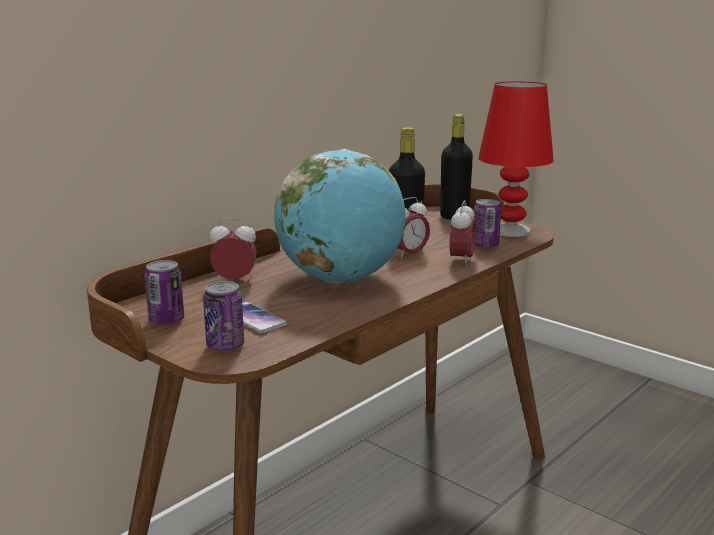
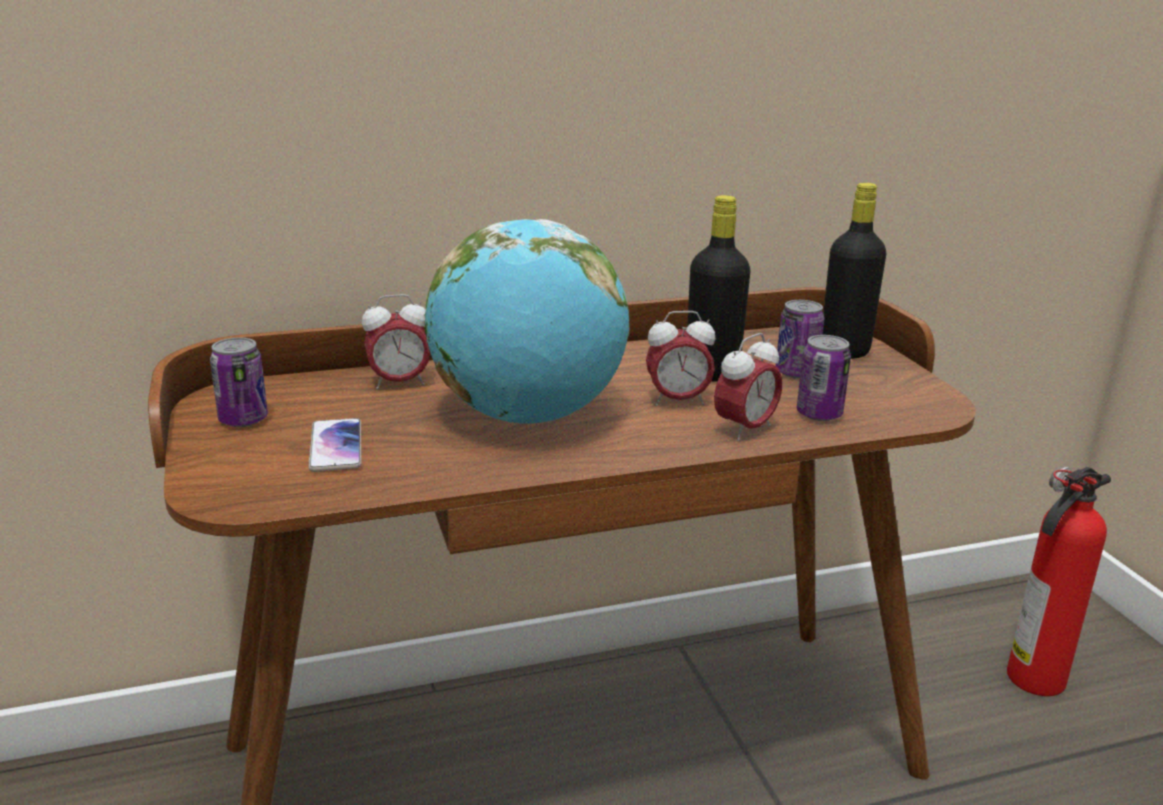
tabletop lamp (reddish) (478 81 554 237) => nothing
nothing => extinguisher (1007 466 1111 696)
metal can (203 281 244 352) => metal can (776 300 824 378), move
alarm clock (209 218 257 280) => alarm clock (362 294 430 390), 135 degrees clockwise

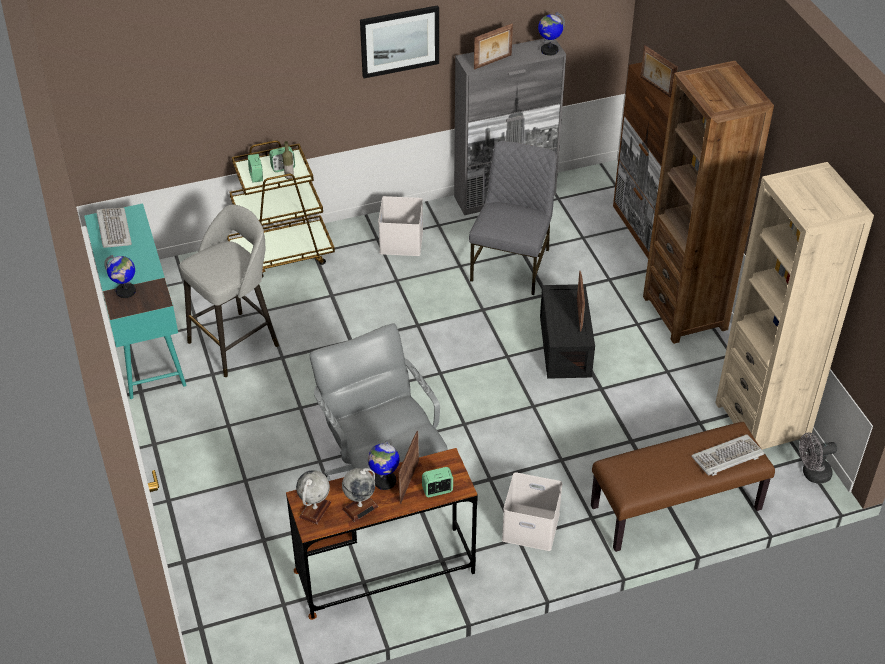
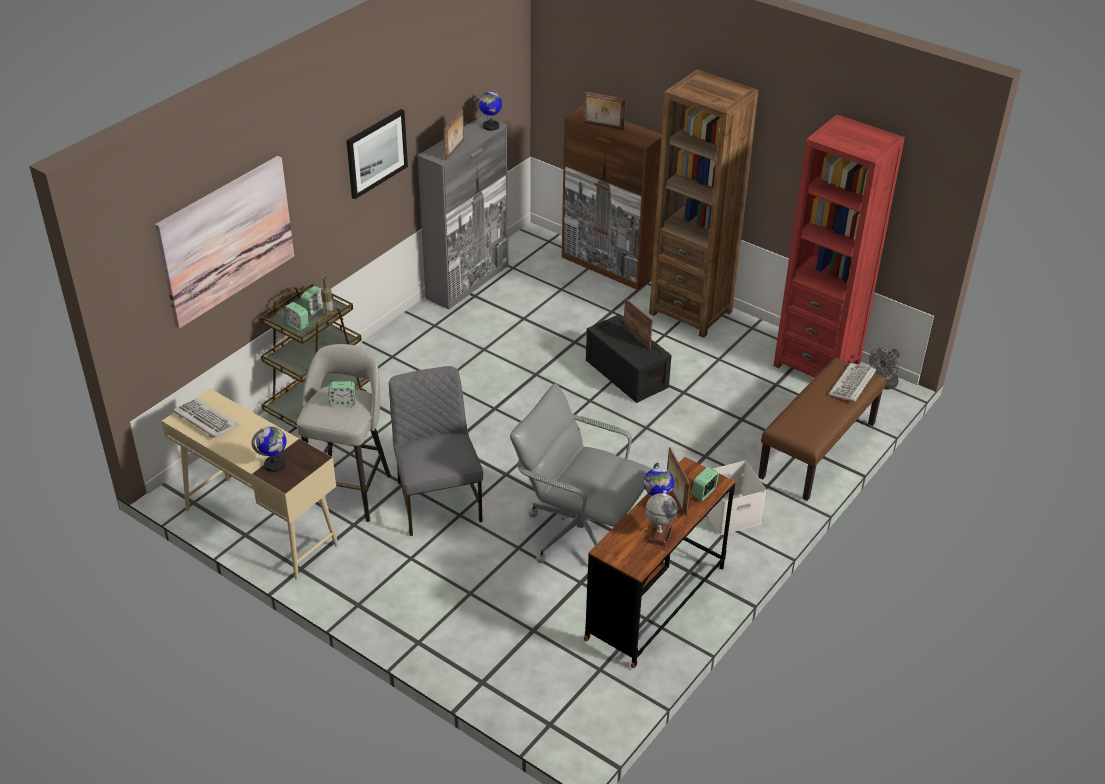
globe (296 470 331 524) => nothing
storage box (white) (378 196 423 256) => nothing
nothing => picture (155 156 294 328)
nothing => alarm clock (328 381 356 407)
upright chair (gray) (469 141 557 295) => upright chair (gray) (389 366 483 536), move
desk (turquoise-coloured) (84 203 186 399) => desk (beige) (162 388 339 580)
bookshelf (beige) (715 162 874 450) => bookshelf (reddish) (773 115 905 378)

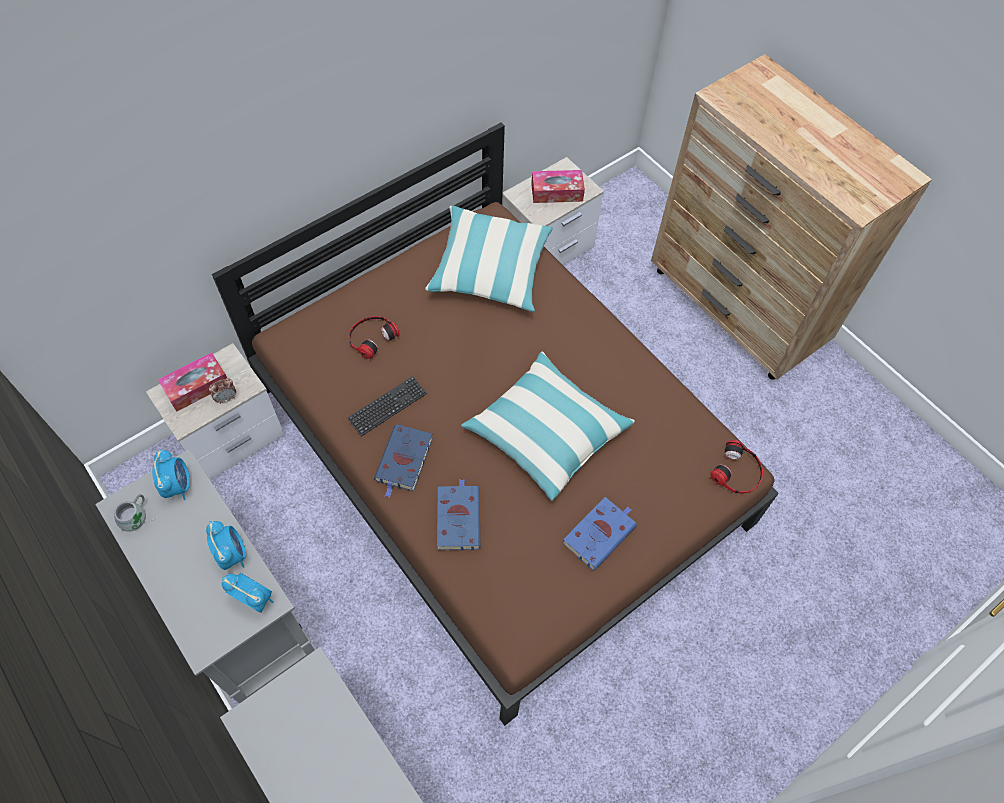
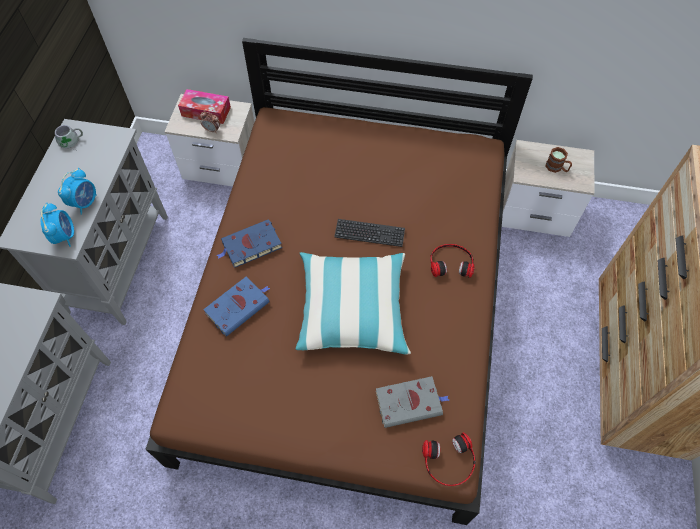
alarm clock (152 449 190 500) => nothing
throw pillow (425 206 552 312) => nothing
book (blue-coloured) (563 497 637 571) => nothing
nothing => book (gray) (375 376 449 428)
keyboard (347 376 427 436) => keyboard (334 219 405 247), move
headset (349 316 400 359) => headset (430 244 475 278), move
tissue holder (531 170 585 203) => coffee mug (brown-coloured) (545 147 572 173)

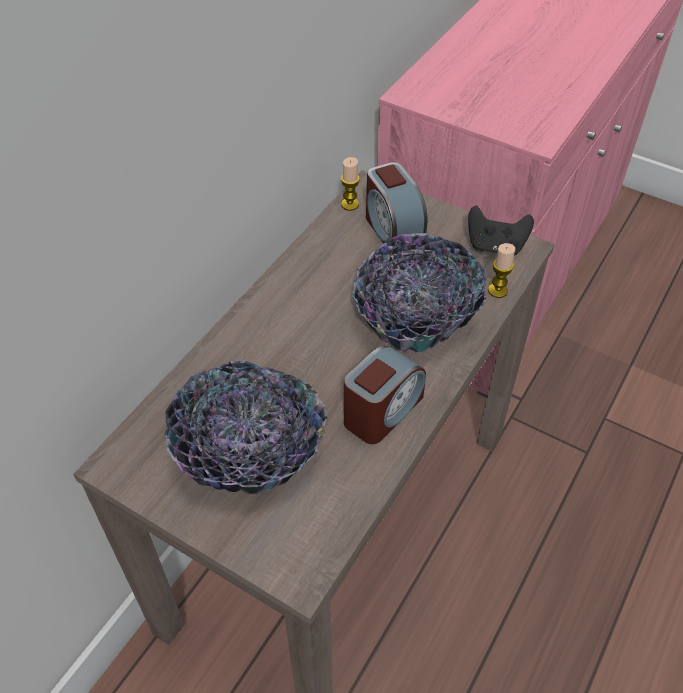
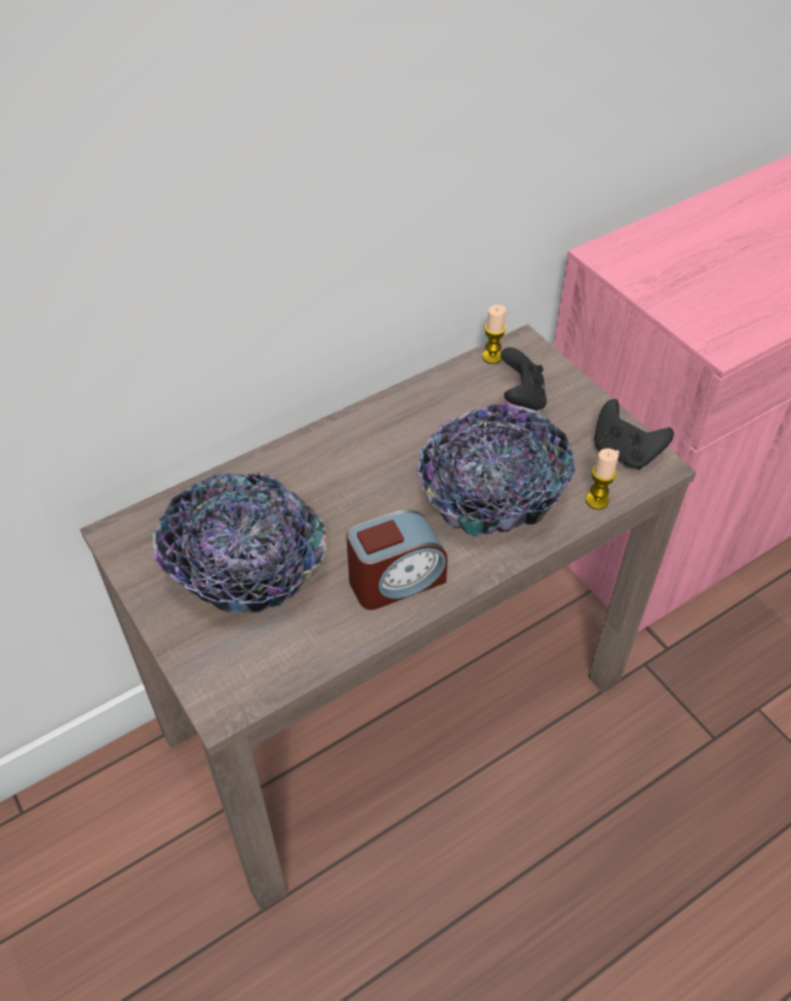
alarm clock (366 162 427 244) => gamepad (blackish) (501 347 547 411)

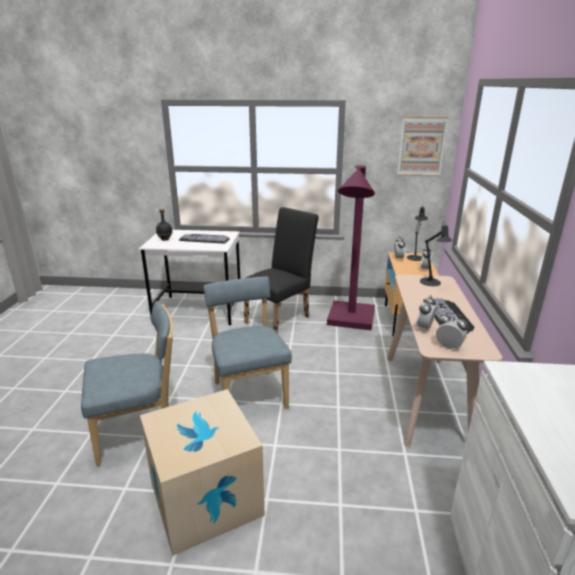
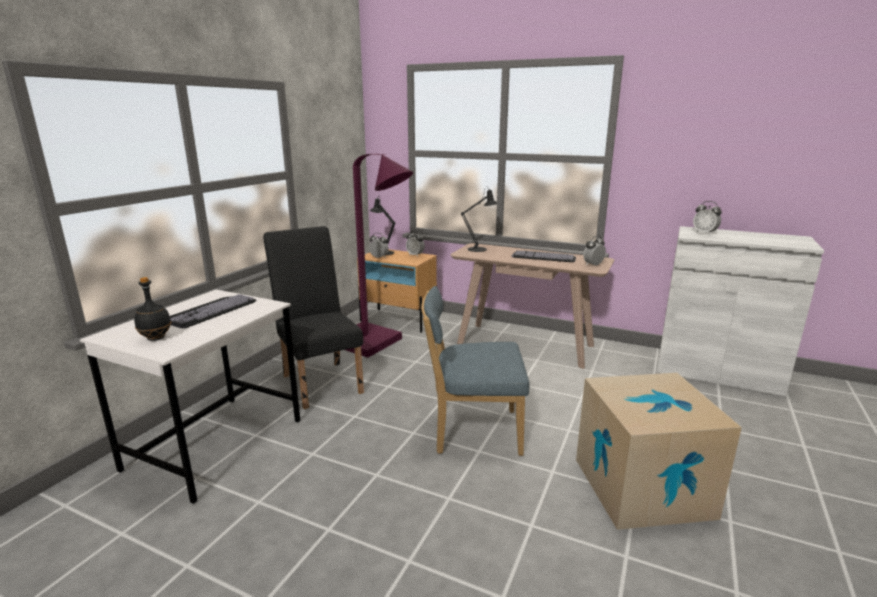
upright chair (blue-coloured) (81 301 173 466) => nothing
picture (397 117 449 176) => nothing
alarm clock (416 295 437 330) => alarm clock (693 201 722 235), move

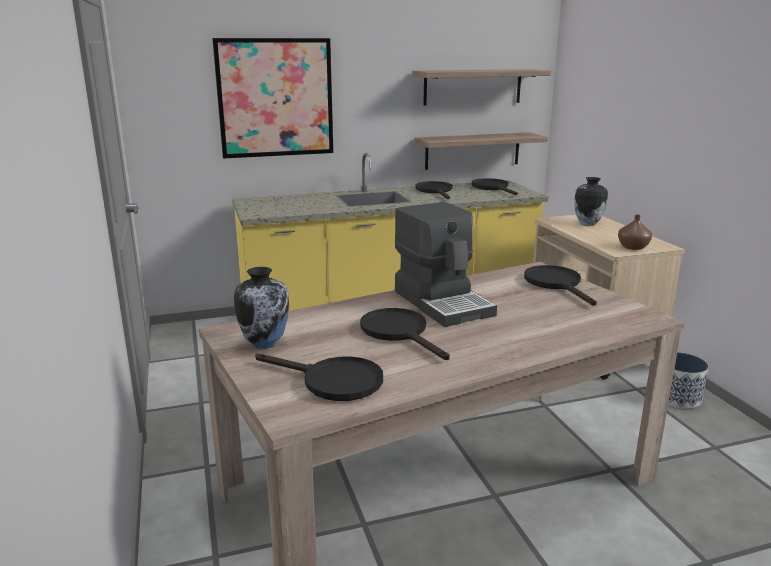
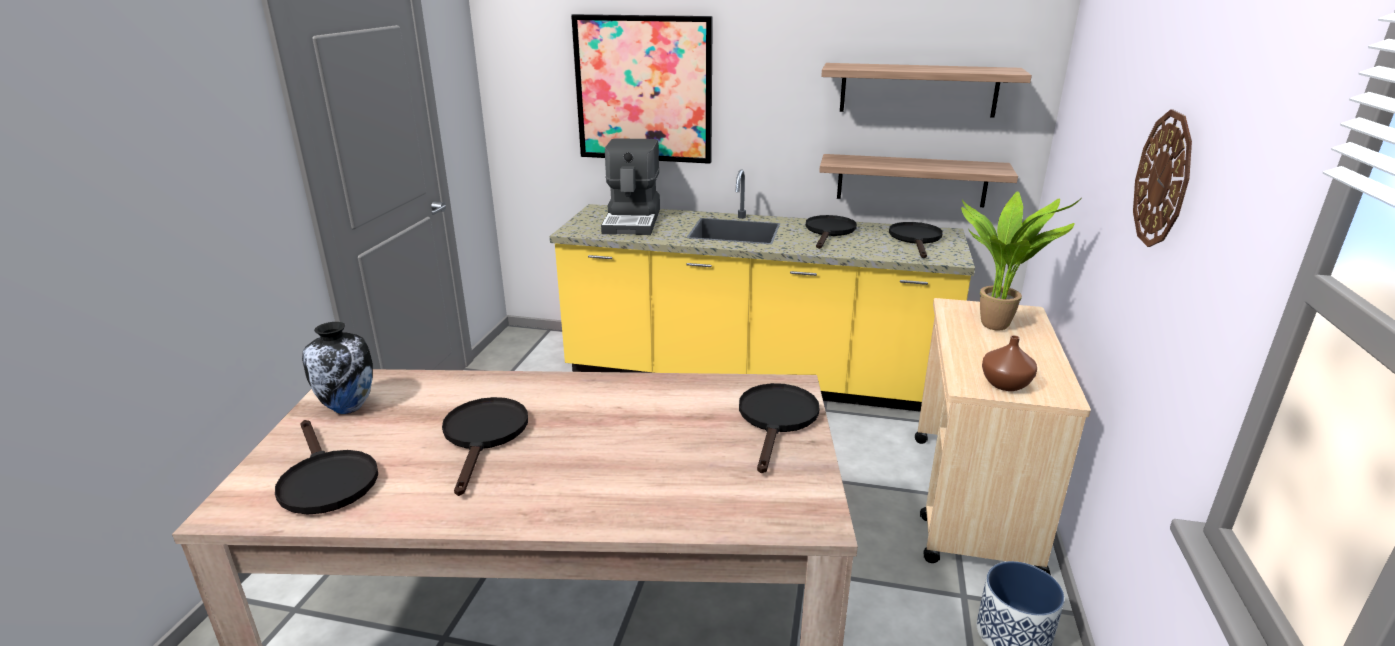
nothing => clock on the wall (1133 109 1192 247)
coffee brewer (395 202 497 327) => coffee brewer (601 138 660 235), move
vase (574 177 608 226) => houseplant (961 191 1082 331)

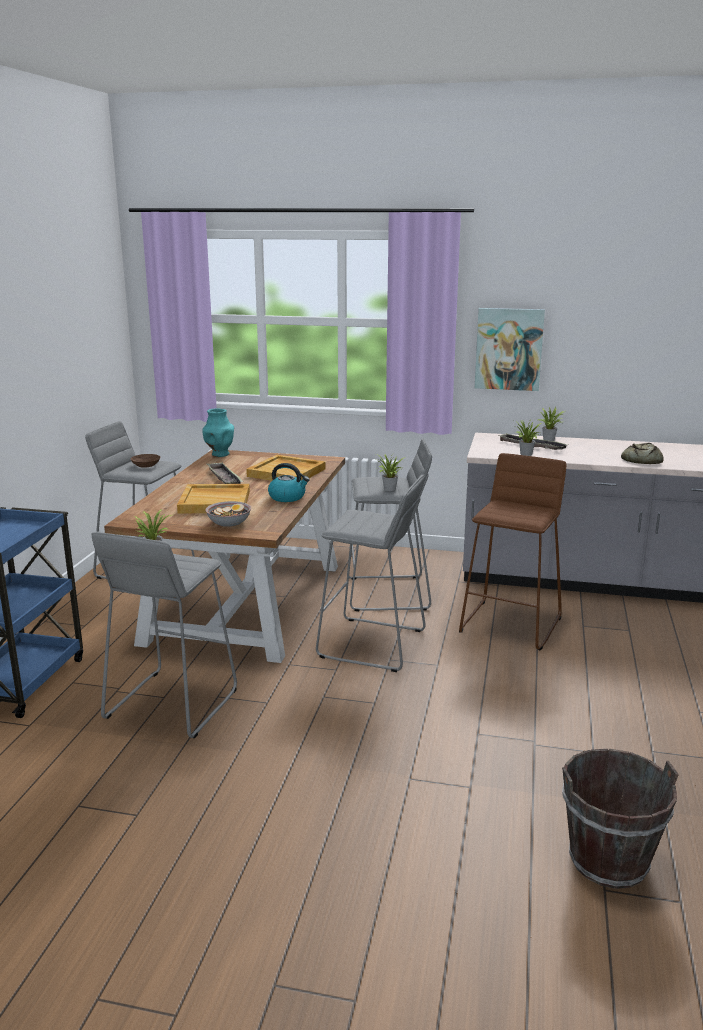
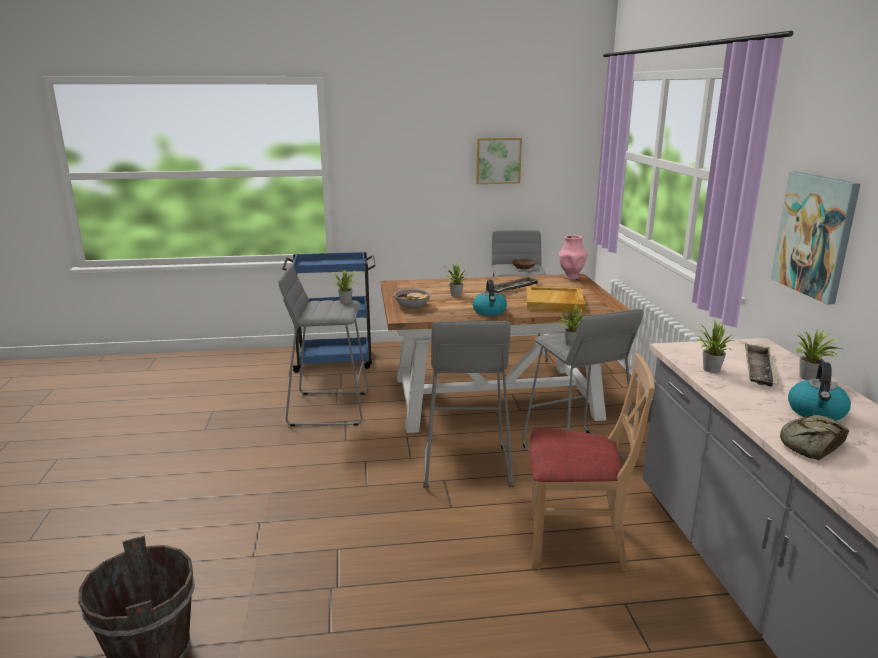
nothing => picture (476 138 522 184)
nothing => tea kettle (788 362 851 421)
tray (beige) (177 484 250 513) => houseplant (444 263 466 297)
stool seat (brown-coloured) (459 453 566 650) => upright chair (beige) (530 353 655 571)
vase (turquoise-coloured) (202 408 234 457) => vase (pink-coloured) (559 235 587 280)

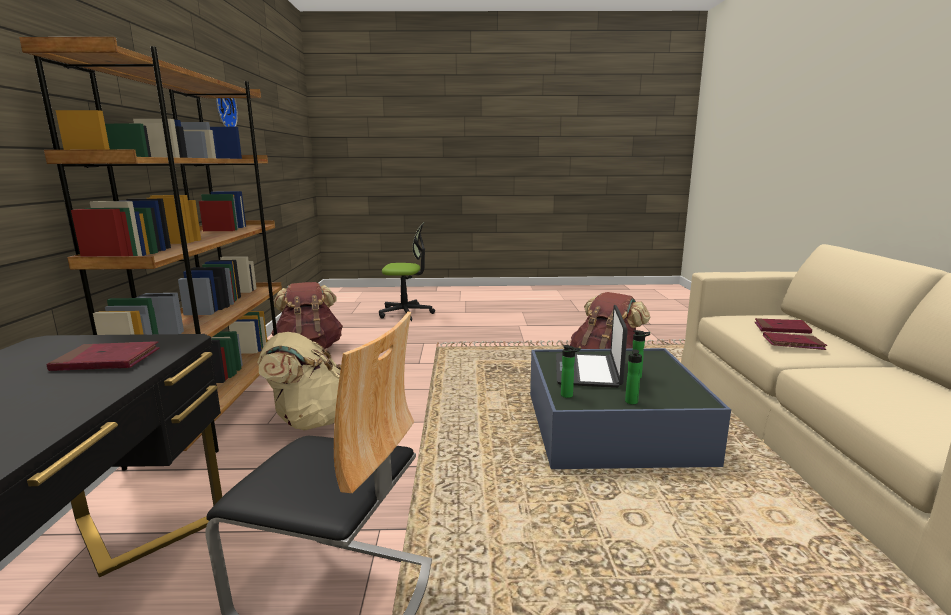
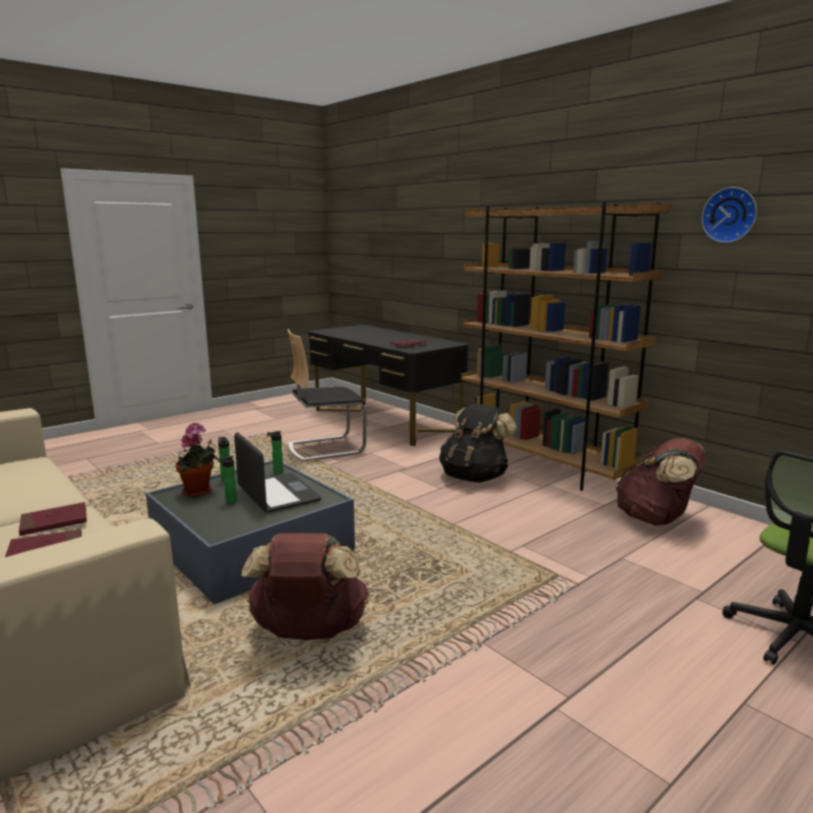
nothing => houseplant (175 423 217 497)
rucksack (beige) (257 332 341 431) => rucksack (blackish) (439 403 516 482)

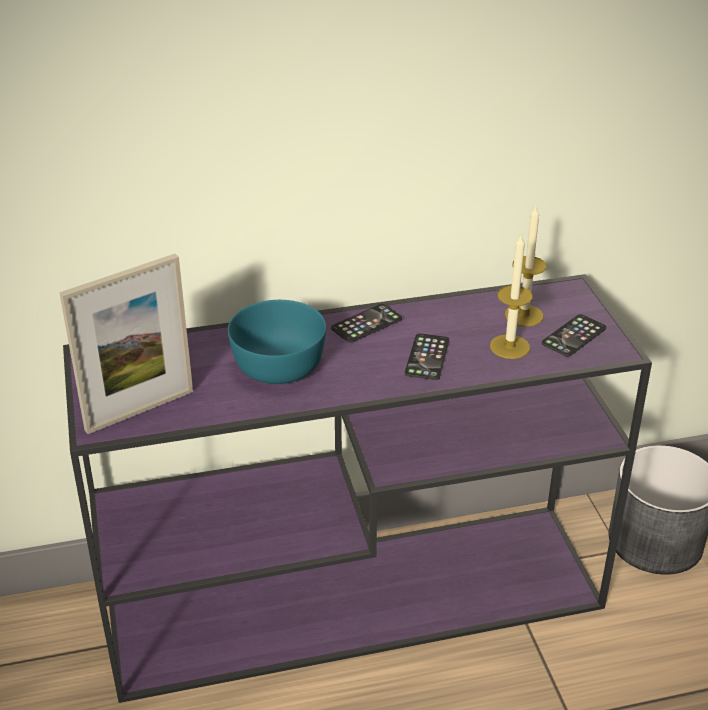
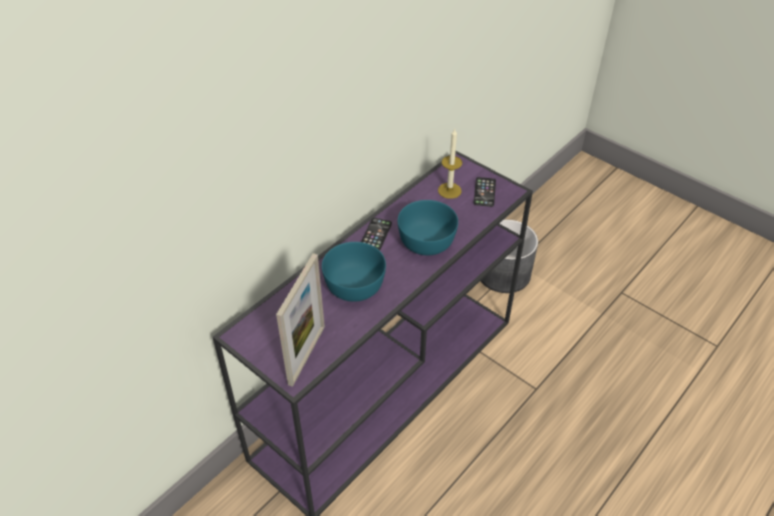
wax candle (490 235 533 359) => nothing
handset (405 333 449 380) => serving bowl (turquoise-coloured) (398 200 458 256)

